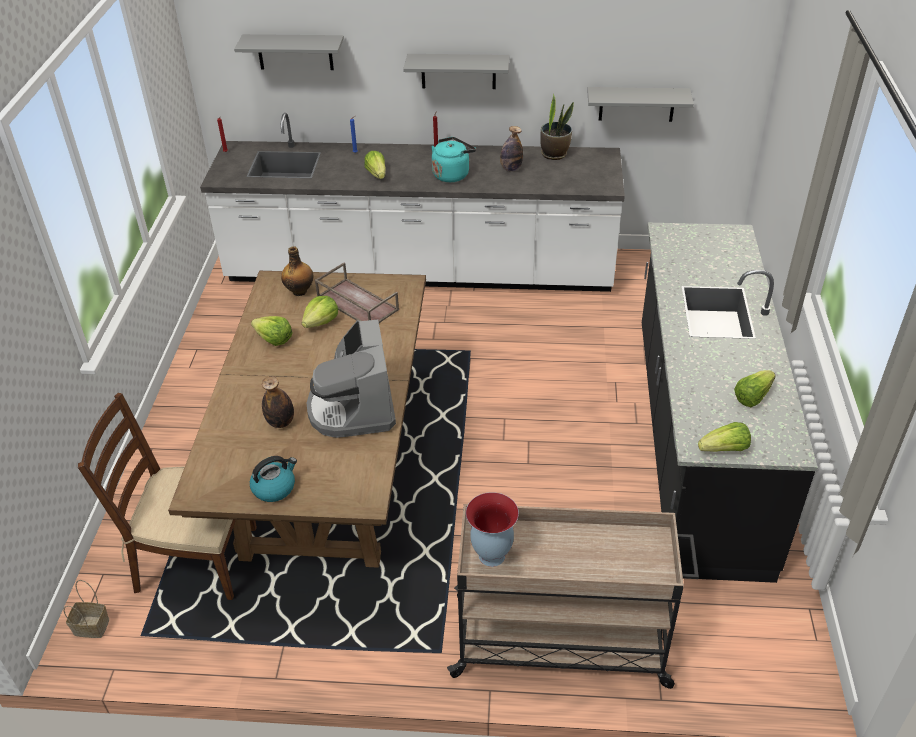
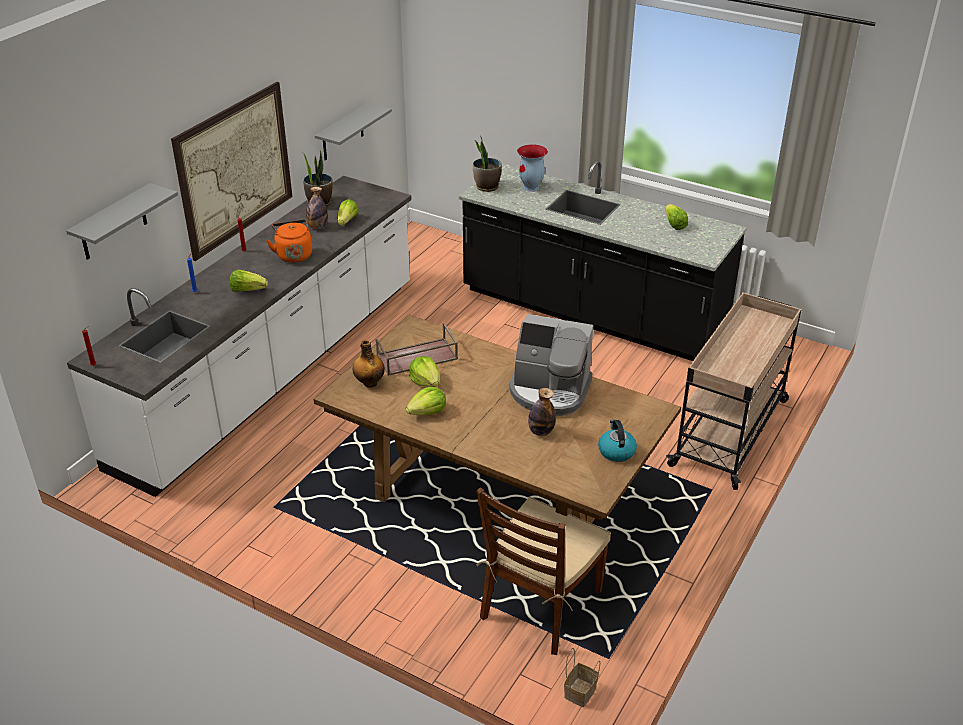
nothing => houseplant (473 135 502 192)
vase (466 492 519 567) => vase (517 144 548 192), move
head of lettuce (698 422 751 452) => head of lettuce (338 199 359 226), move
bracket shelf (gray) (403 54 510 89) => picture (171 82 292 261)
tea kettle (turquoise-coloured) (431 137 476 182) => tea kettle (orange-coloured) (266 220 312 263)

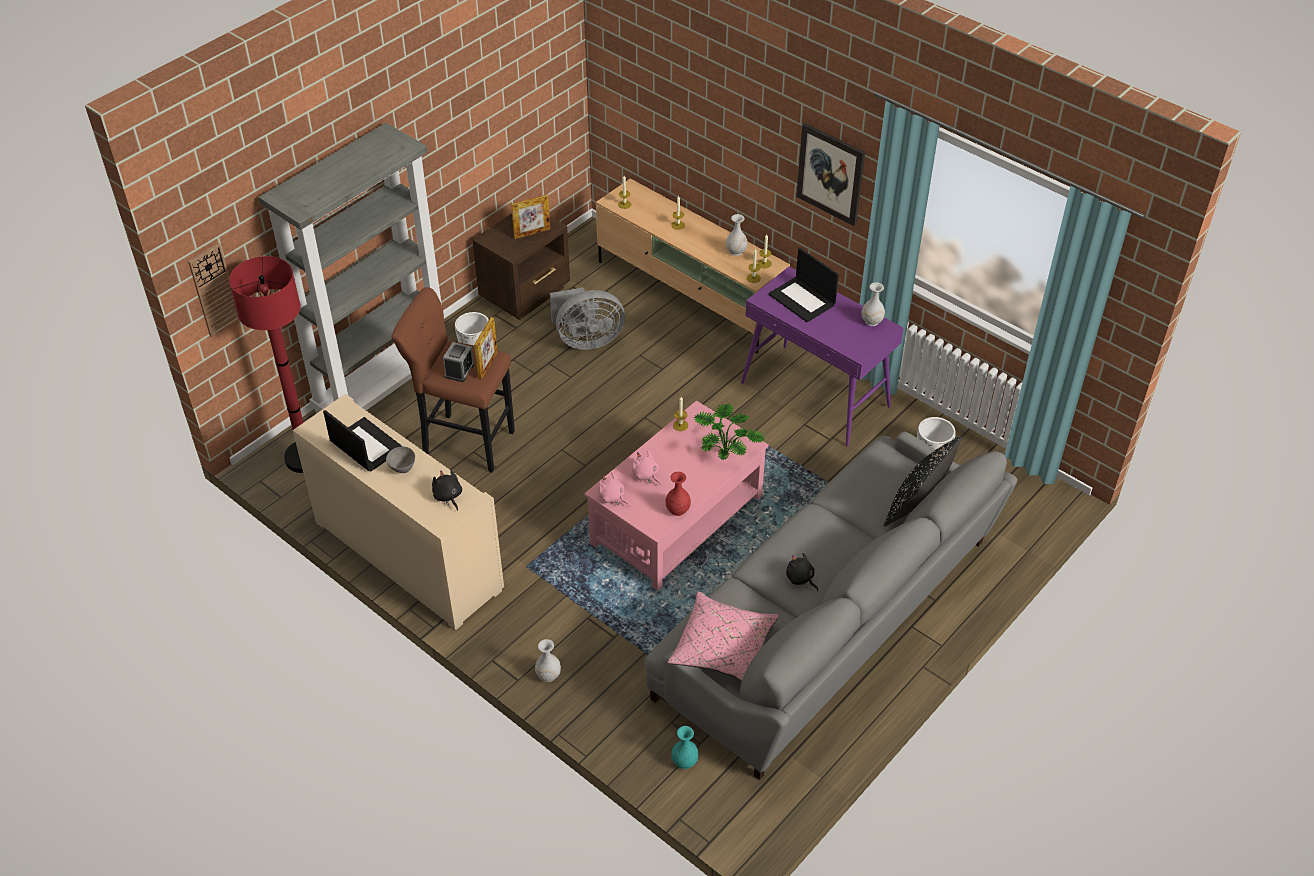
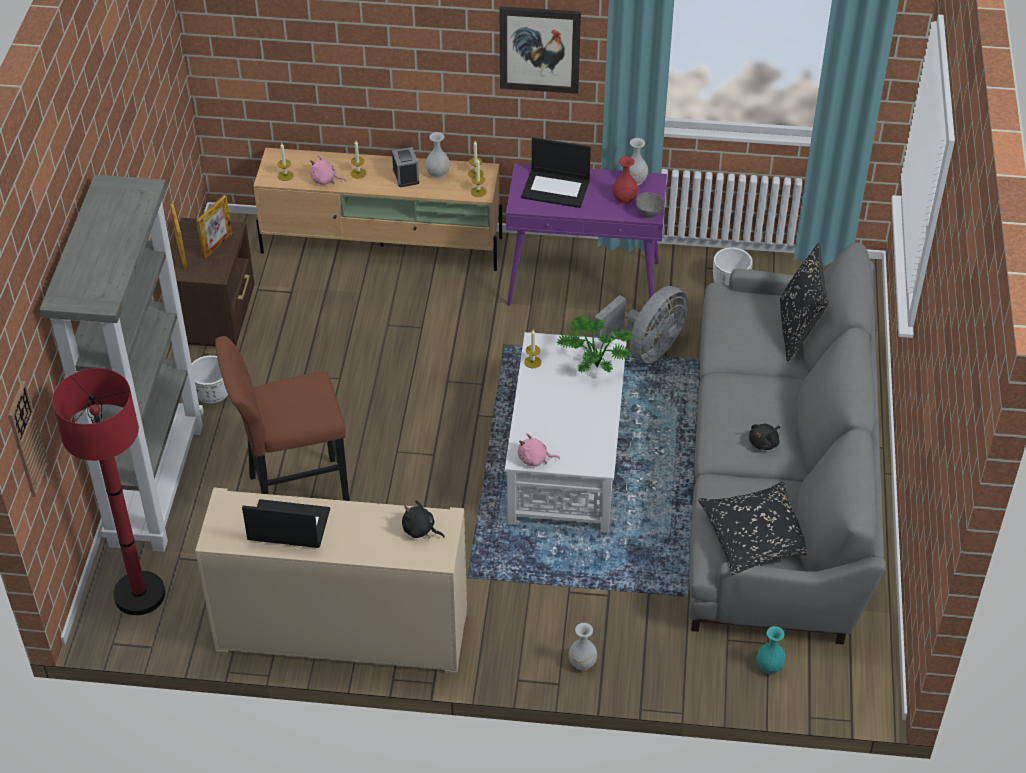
serving bowl (gray) (386 446 415 473) => serving bowl (gray) (635 192 664 218), move
alarm clock (443 342 475 382) => alarm clock (392 147 419 187), move
standing frame (474 317 498 380) => standing frame (170 203 188 270), move
electric fan (gray) (550 288 625 350) => electric fan (gray) (594 286 689 363), move
soft toy (pink-coloured) (632 450 662 486) => soft toy (pink-coloured) (310 155 346 185), move
vase (reddish) (665 472 691 516) => vase (reddish) (612 156 638 204), move
coffee table (pink-coloured) (584 401 769 591) => coffee table (white) (505 332 627 533)
throw pillow (pink-coloured) (667 592 779 681) => throw pillow (blackish) (698 482 807 575)
soft toy (blackish) (786 553 818 591) => soft toy (blackish) (749 424 780 450), 60 degrees counterclockwise

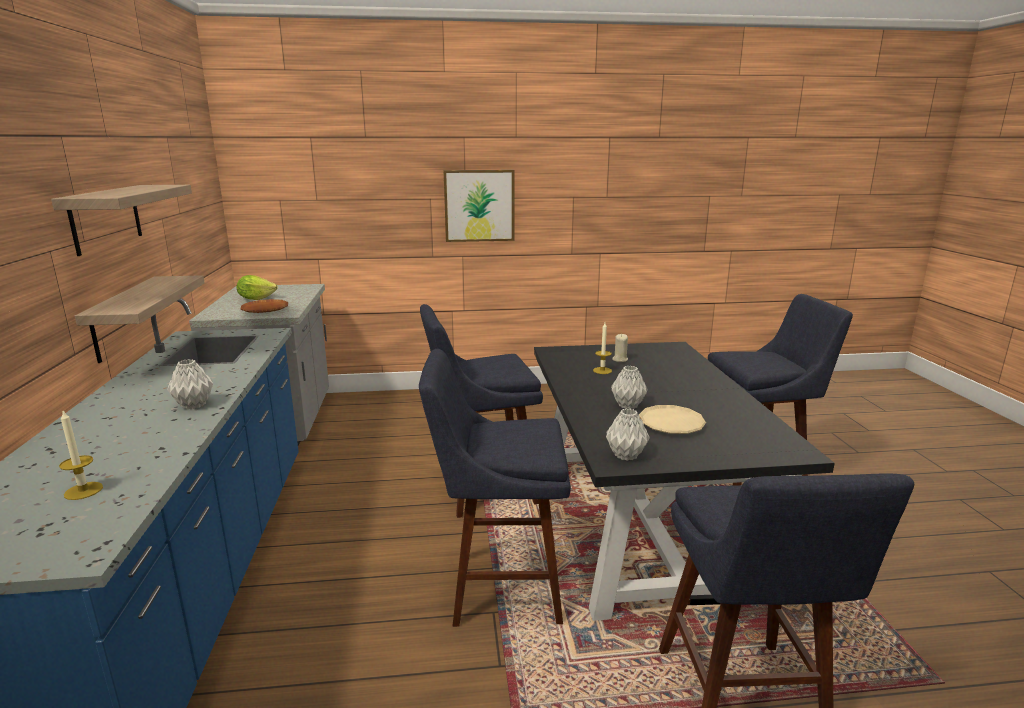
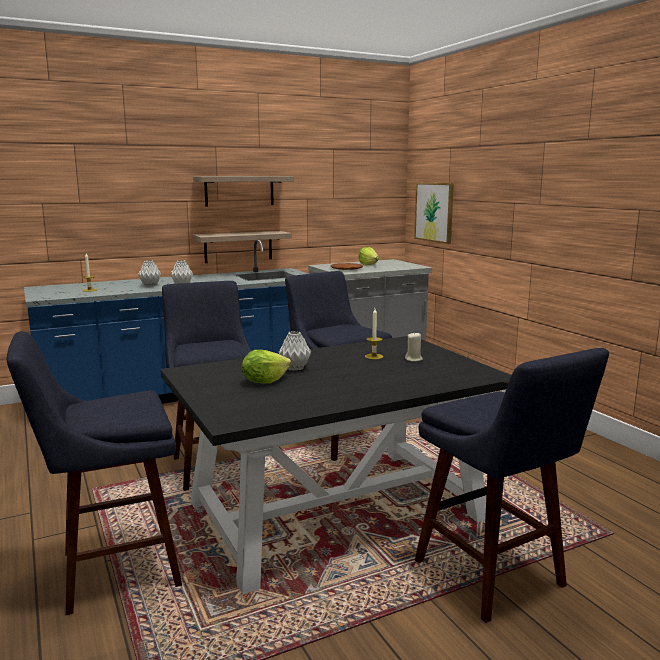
picture (443 170 514 242) => picture (414 182 454 244), move
vase (gray) (606 408 650 461) => vase (gray) (138 260 161 287), move
plate (beige) (639 405 706 434) => head of lettuce (242 350 291 384)

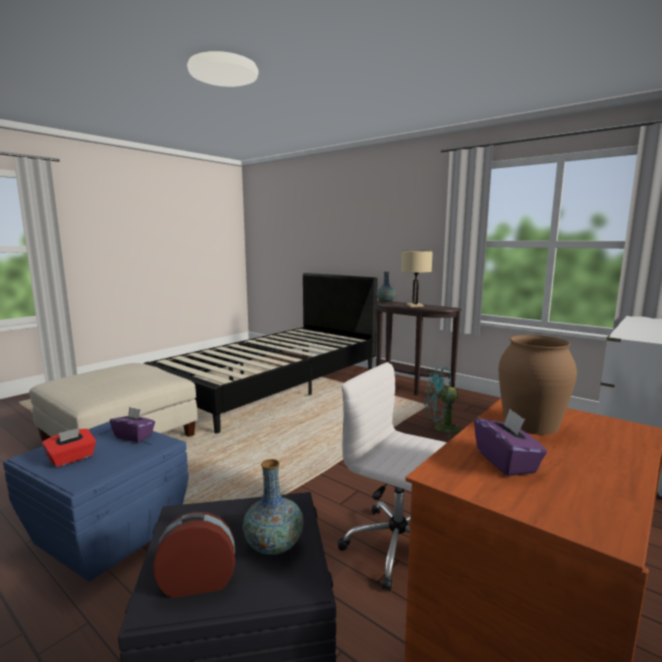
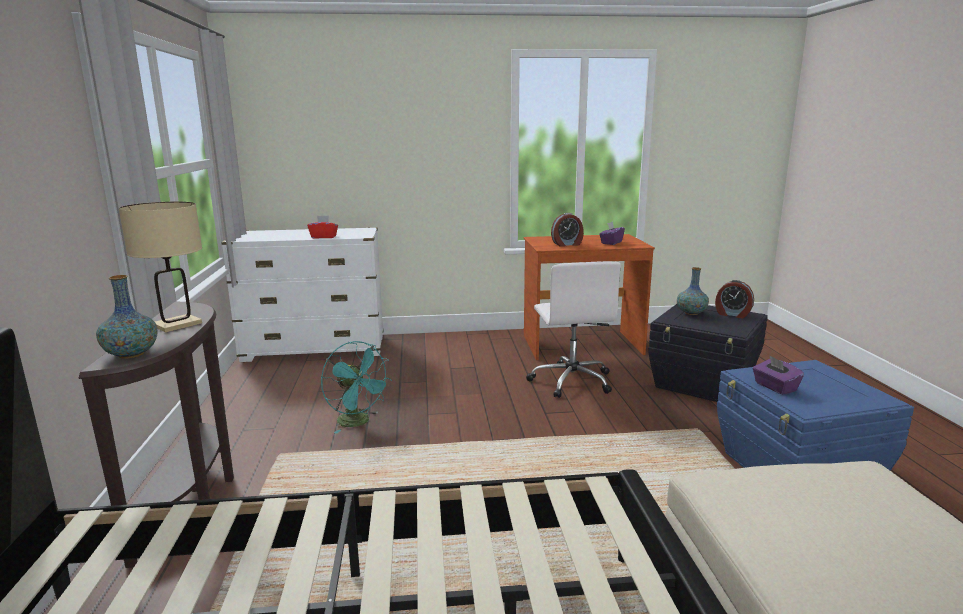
tissue holder (reddish) (42 428 96 467) => tissue holder (reddish) (307 216 338 238), move
vase (brown-coloured) (499 335 577 435) => alarm clock (551 213 584 247)

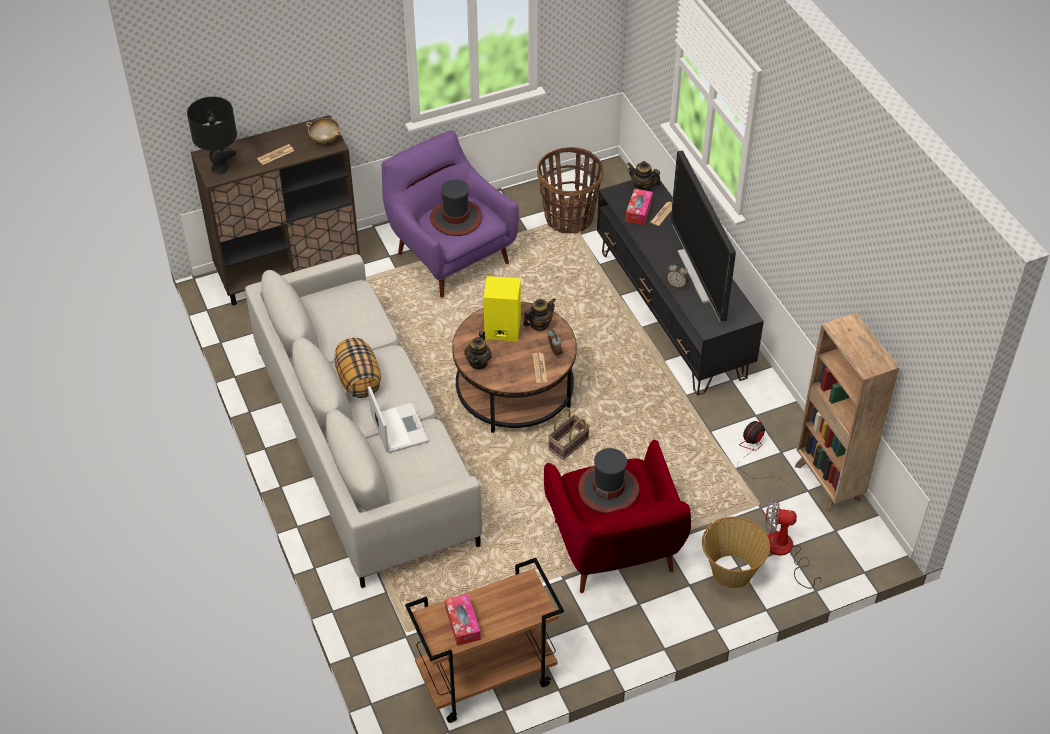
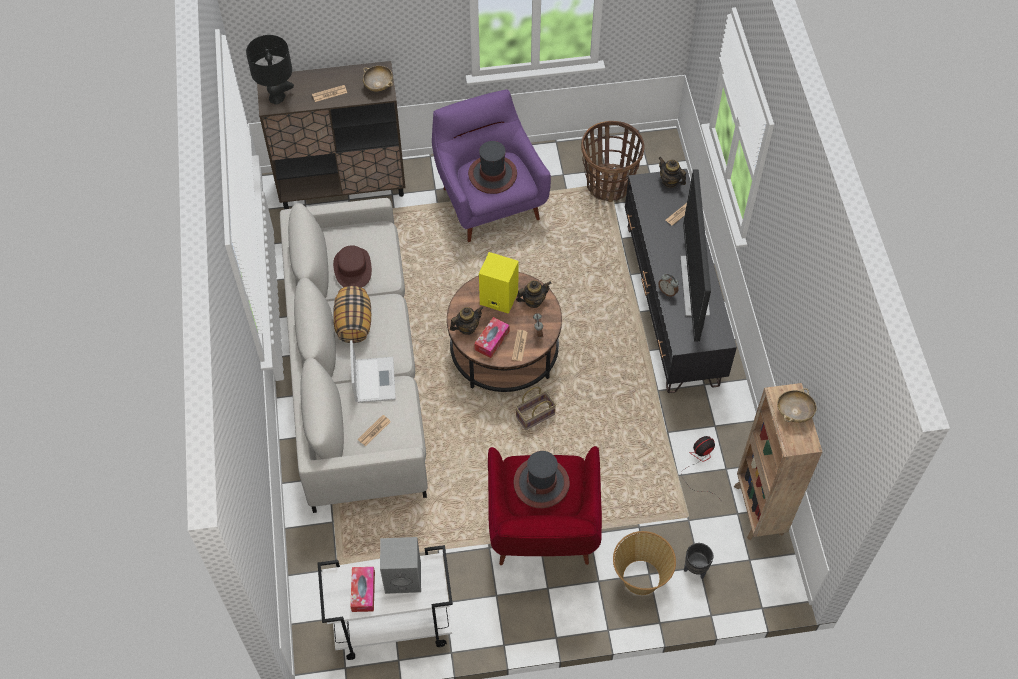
nothing => wearable hat (brown-coloured) (333 245 372 287)
nothing => newspaper (358 415 391 446)
nothing => speaker (gray) (380 537 421 594)
nothing => serving bowl (beige) (777 388 817 423)
tissue holder (625 188 653 225) => tissue holder (474 317 510 358), move
electric fan (765 498 823 589) => planter (blackish) (684 543 713 579)
wheeled cart (brown-coloured) (405 558 564 723) => wheeled cart (white) (318 545 453 660)
tea pot (464 330 492 370) => tea pot (450 306 483 335), 150 degrees counterclockwise

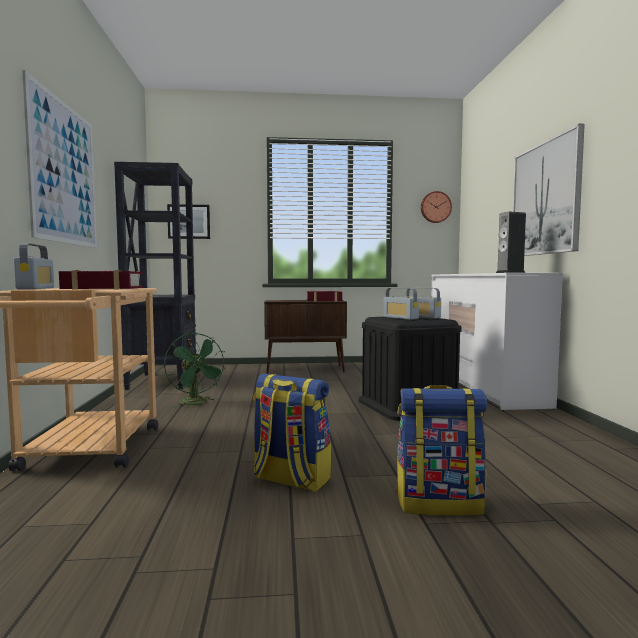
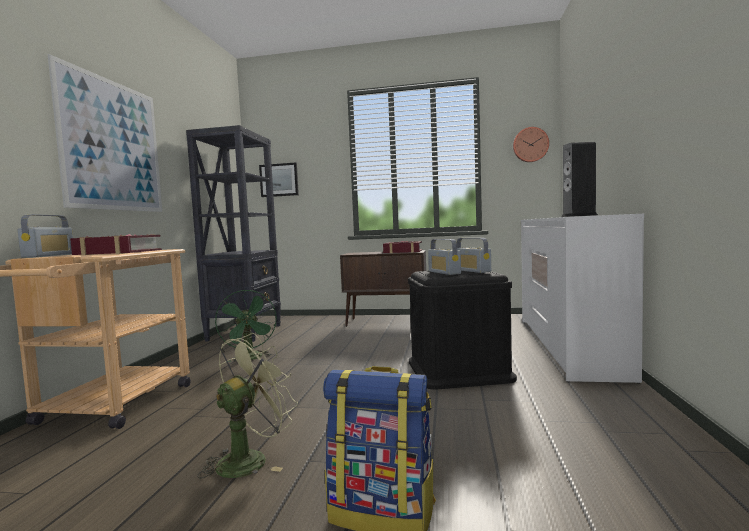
picture (513 124 585 256) => nothing
rucksack (253 374 331 492) => electric fan (greenish) (197 333 298 479)

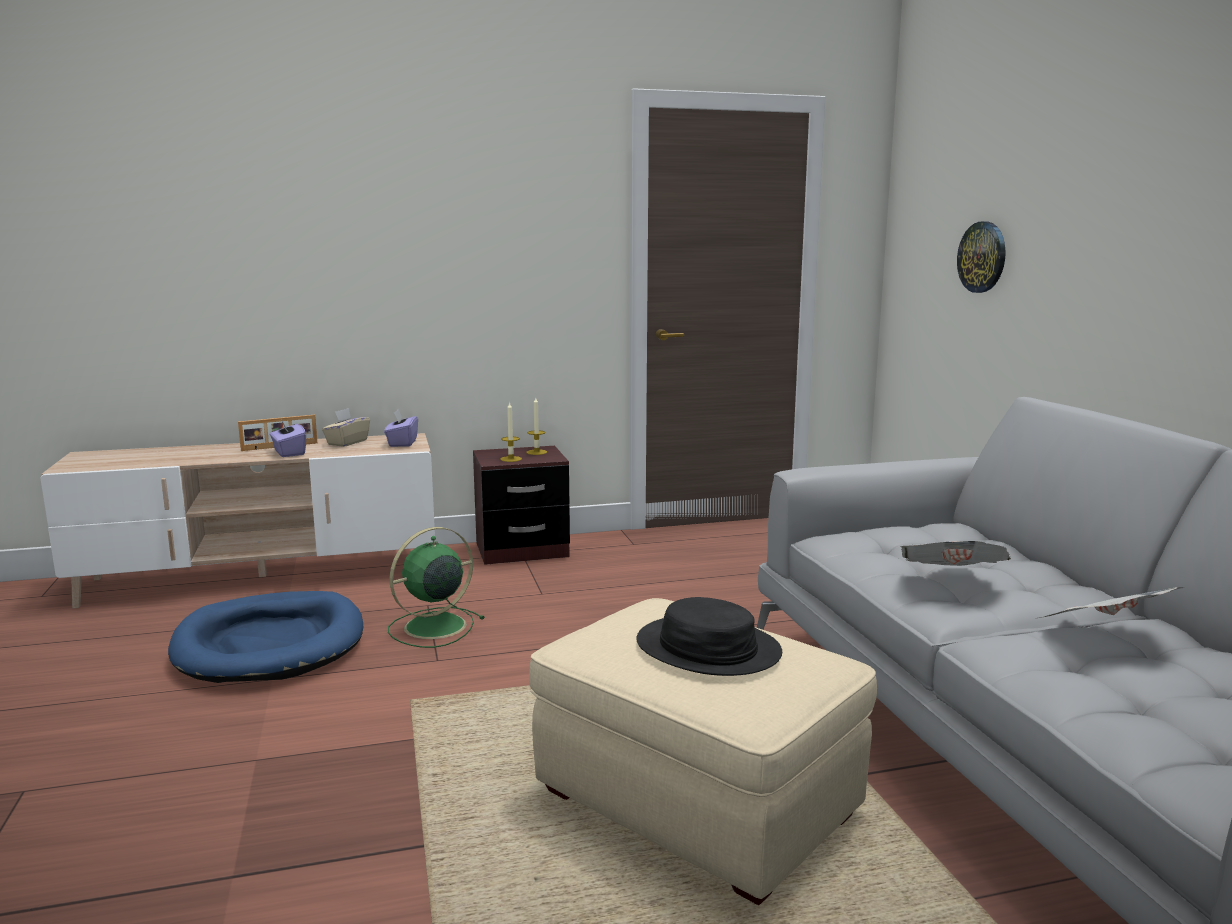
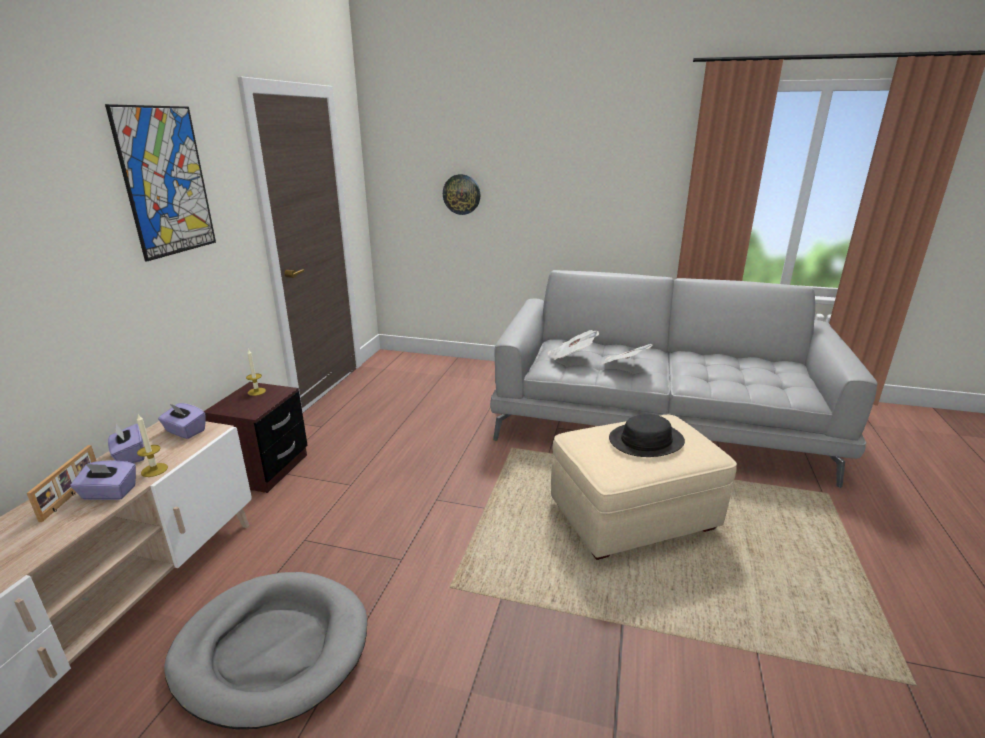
electric fan (greenish) (388 527 485 648) => nothing
nothing => picture (105 104 216 261)
wax candle (500 402 522 462) => wax candle (137 414 168 477), move
newspaper (1039 587 1184 618) => newspaper (548 330 599 360), move
dog bed (blue-coloured) (168 591 363 683) => dog bed (gray) (164 572 367 729)
tissue holder (beige) (322 408 370 447) => tissue holder (purple) (108 424 145 463)

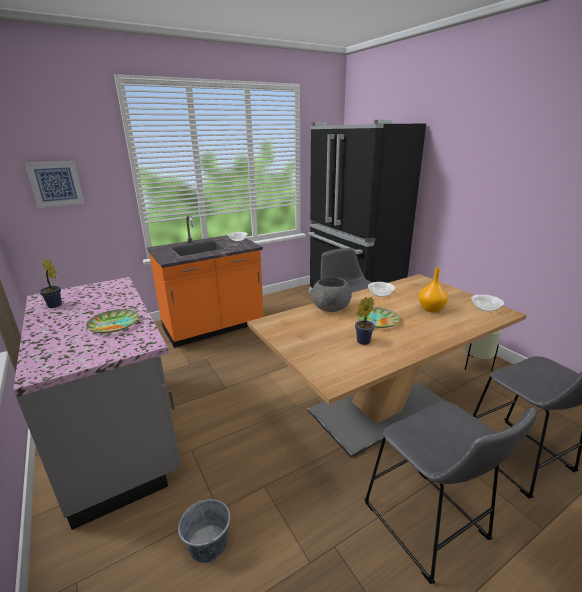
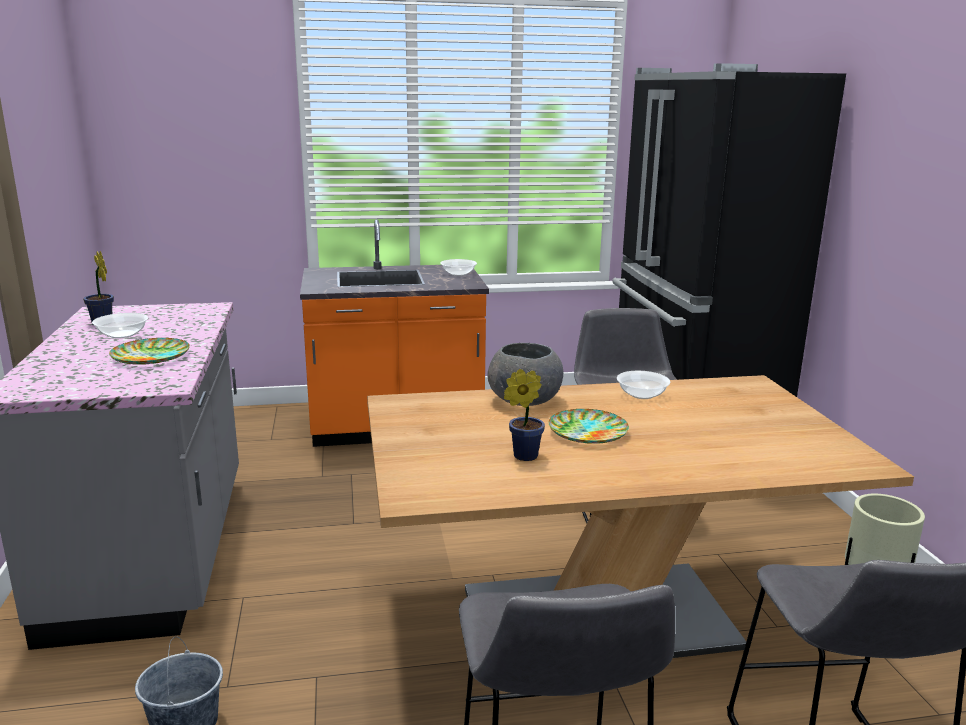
picture (25 161 84 208) => nothing
vase (orange-coloured) (419 267 448 312) => nothing
serving bowl (471 294 504 312) => serving bowl (92 313 148 338), move

